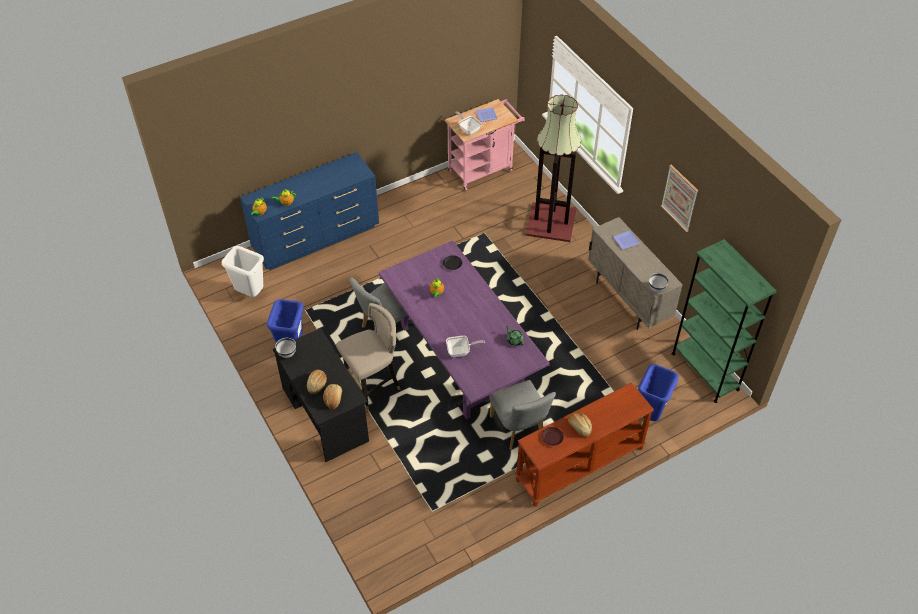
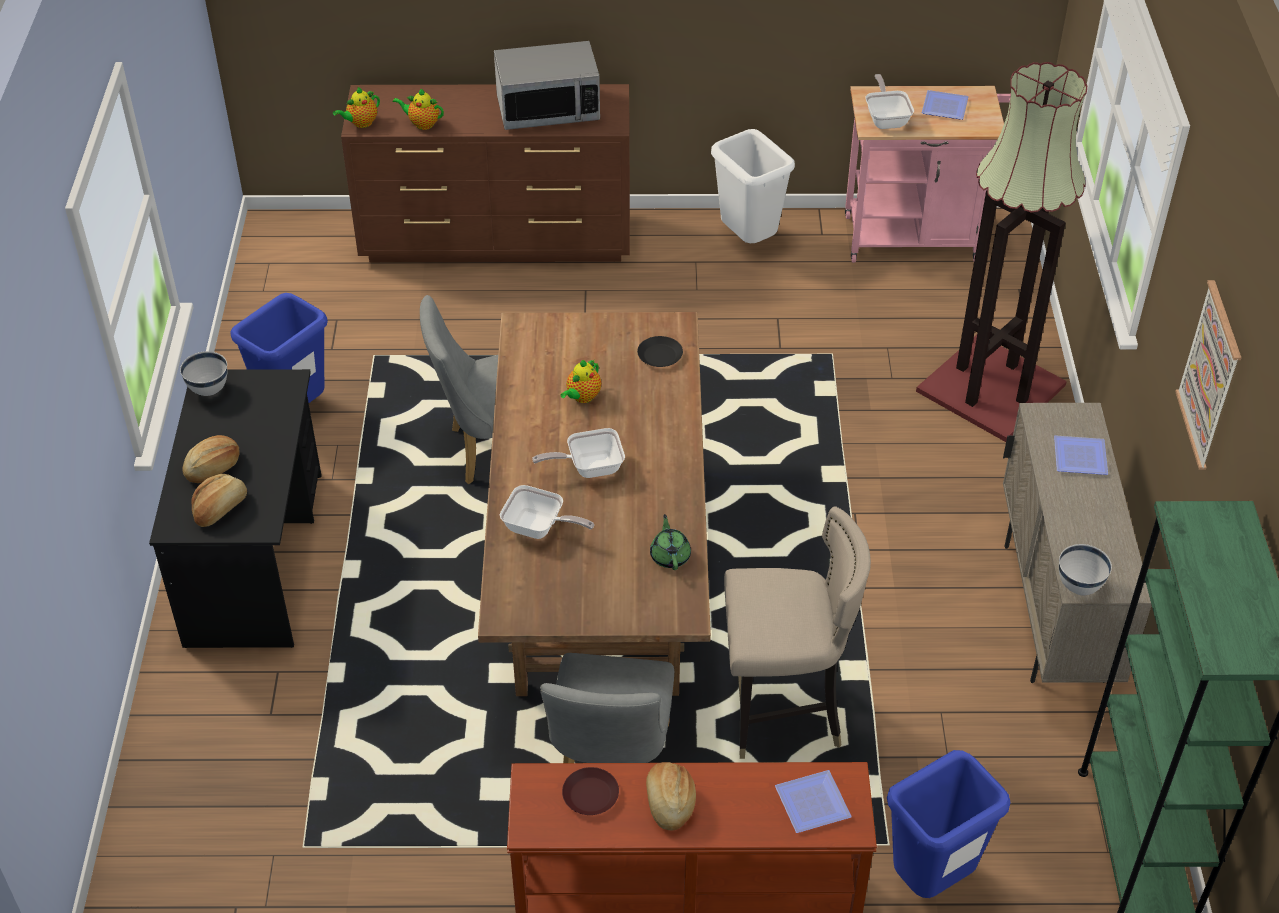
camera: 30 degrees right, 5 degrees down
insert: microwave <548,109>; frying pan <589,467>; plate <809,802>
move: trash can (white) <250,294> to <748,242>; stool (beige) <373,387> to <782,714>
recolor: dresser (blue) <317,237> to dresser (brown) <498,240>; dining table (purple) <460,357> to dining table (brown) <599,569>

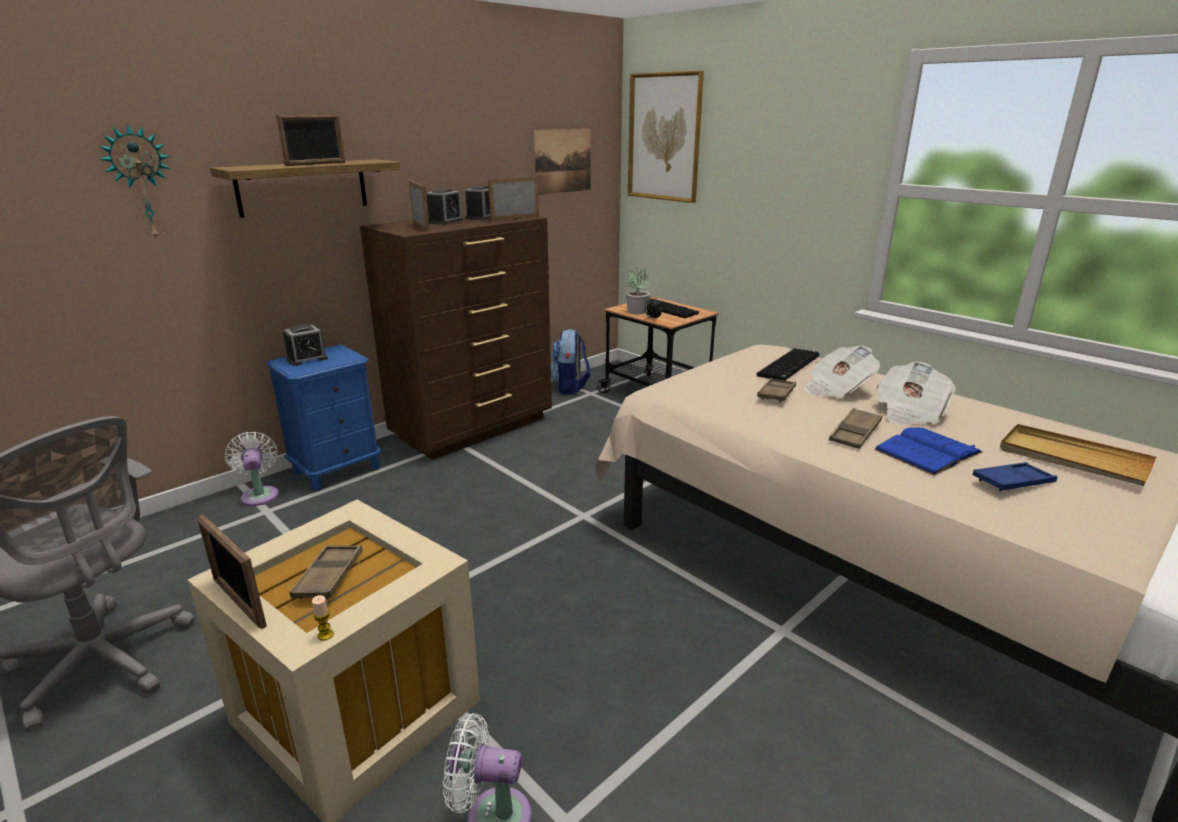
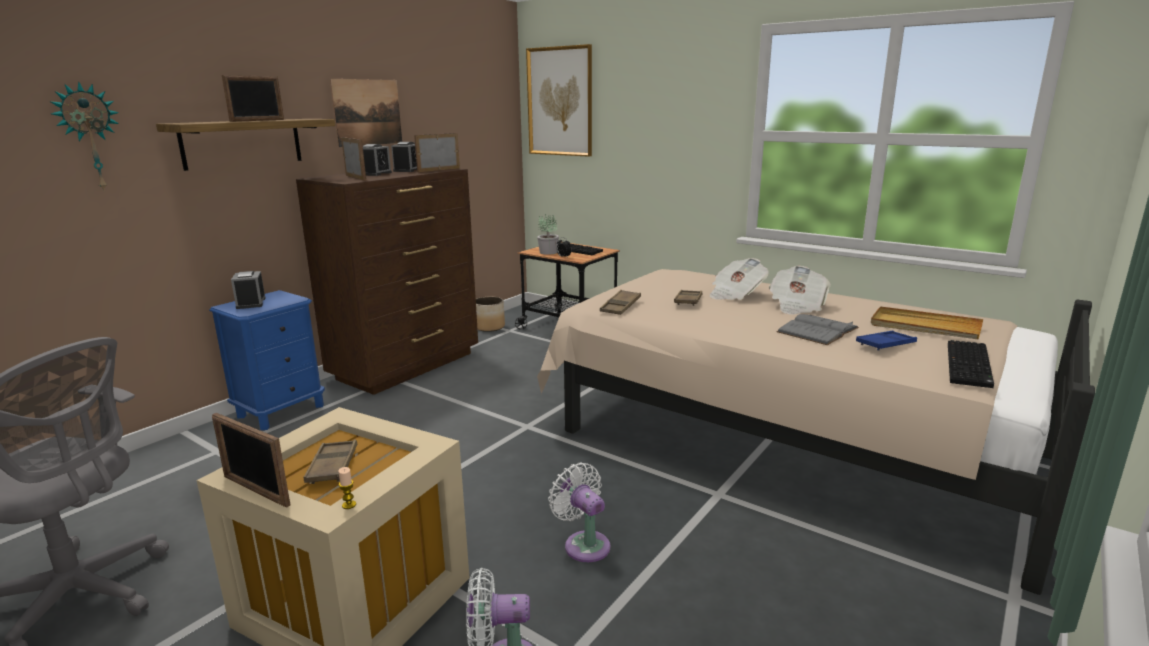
camera: 10 degrees left, 5 degrees down
move: picture <562,161> to <367,112>; fan (white) <260,494> to <584,544>; tray (brown) <855,433> to <620,306>; keyboard <790,366> to <970,365>
replace: backpack <570,387> to planter <489,327>
recolor: book (blue) <927,451> to book (grey) <817,330>
rotate: alarm clock <307,359> = <251,303> 120 degrees clockwise

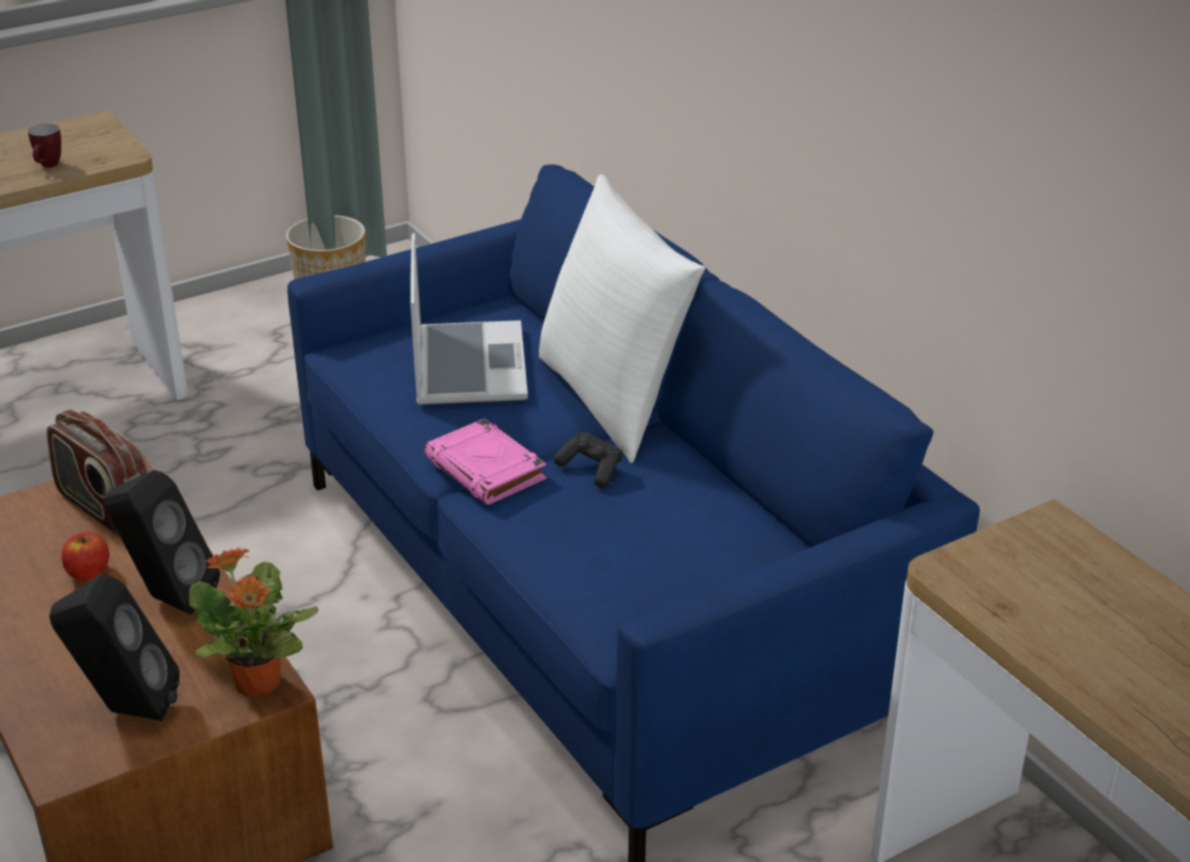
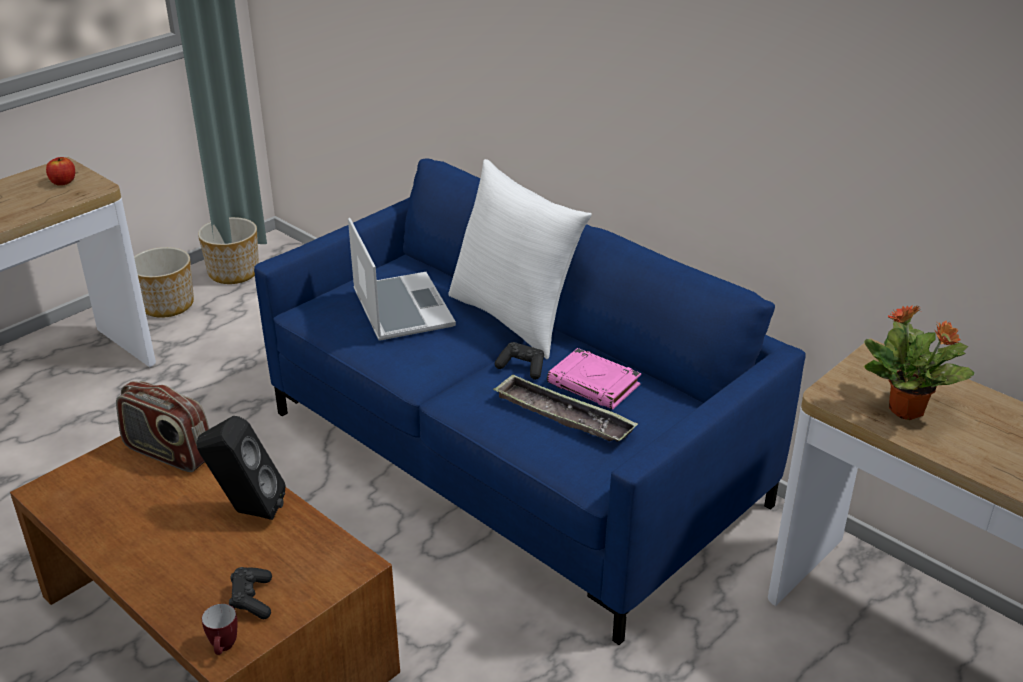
camera: 15 degrees left, 0 degrees up
insert: planter <166,305>; tray <563,416>
move: apple <88,572> to <63,182>; mug <48,166> to <224,648>; book (pink) <486,470> to <594,384>; potted plant <258,683> to <907,411>
replace: speaker (black) <125,710> to game controller (black) <252,600>

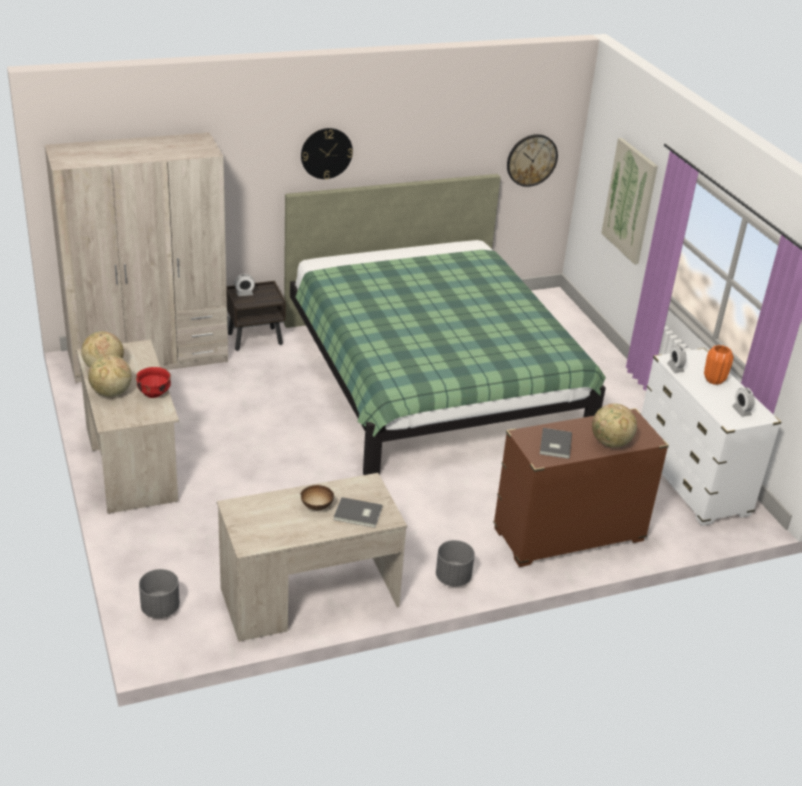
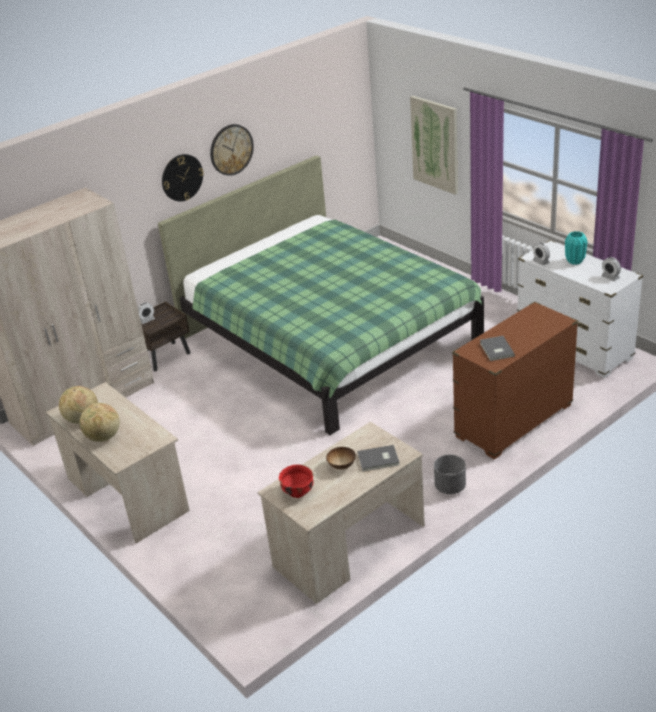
camera: 15 degrees left, 0 degrees up
delete: planter (grey) <160,608>; globe <610,443>
move: wall clock <531,160> to <231,149>; bowl (red) <154,393> to <297,491>
recolor: vase (orange) <713,380> to vase (turquoise) <574,261>

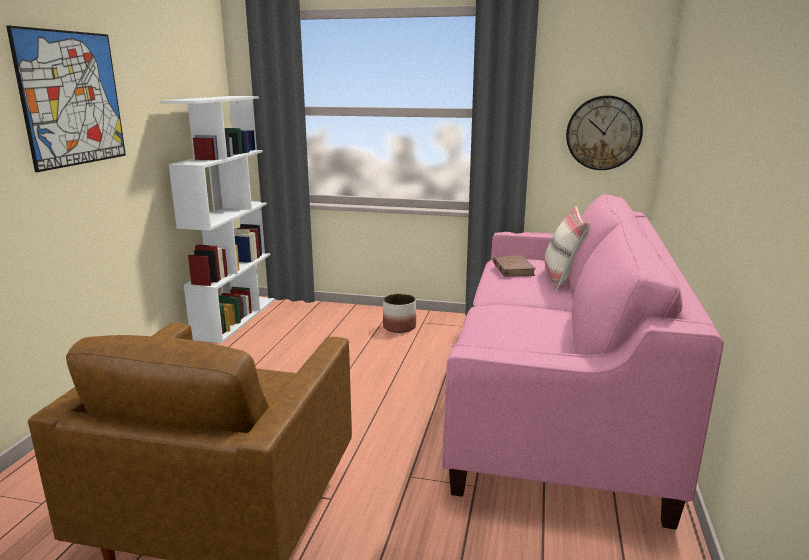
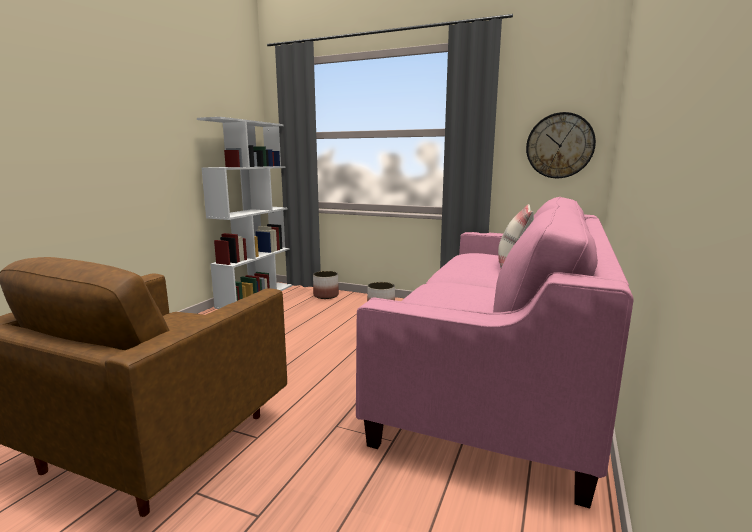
camera: 10 degrees right, 5 degrees down
delete: picture <72,99>; book (brown) <513,269>
insert: planter <326,295>

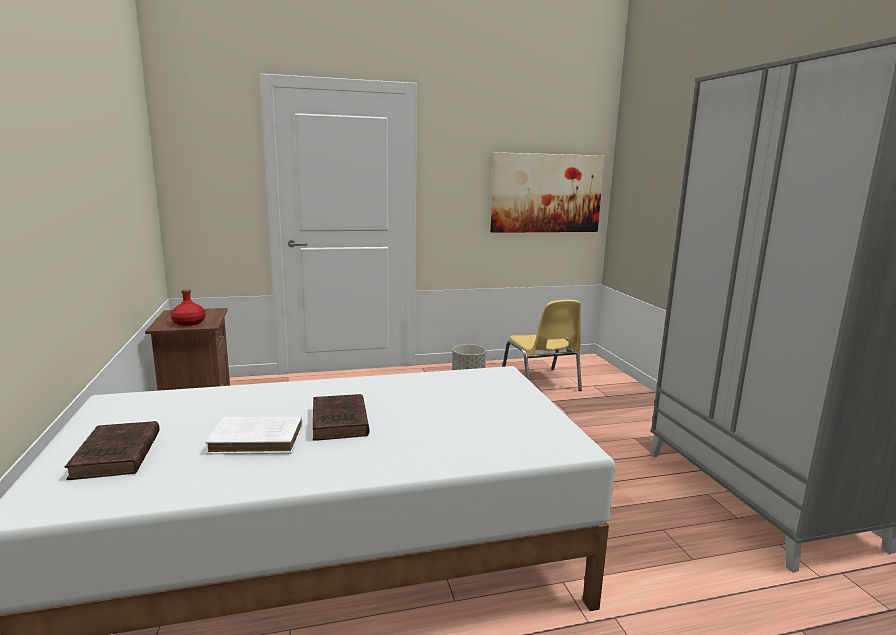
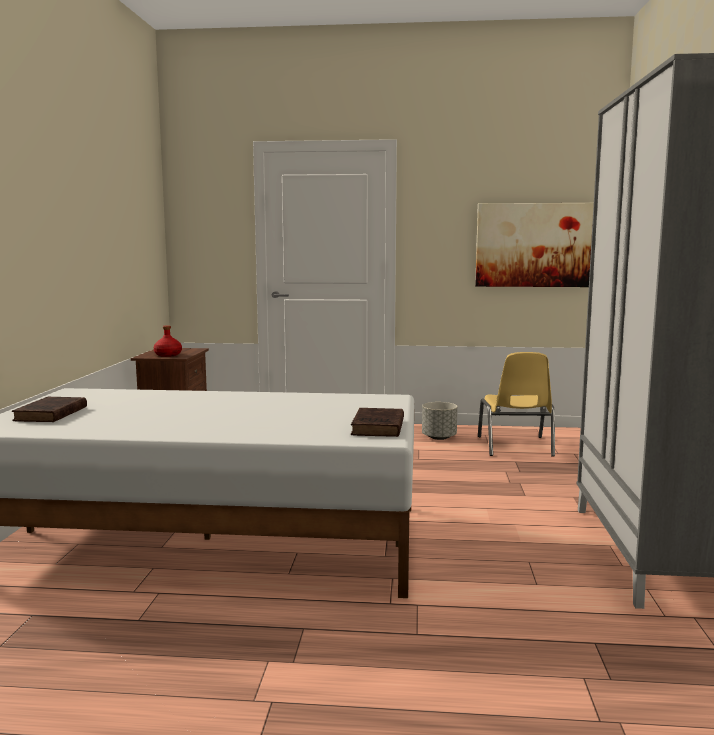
camera: 20 degrees right, 5 degrees down
delete: book (white) <259,440>
move: book (brown) <340,422> to <378,427>

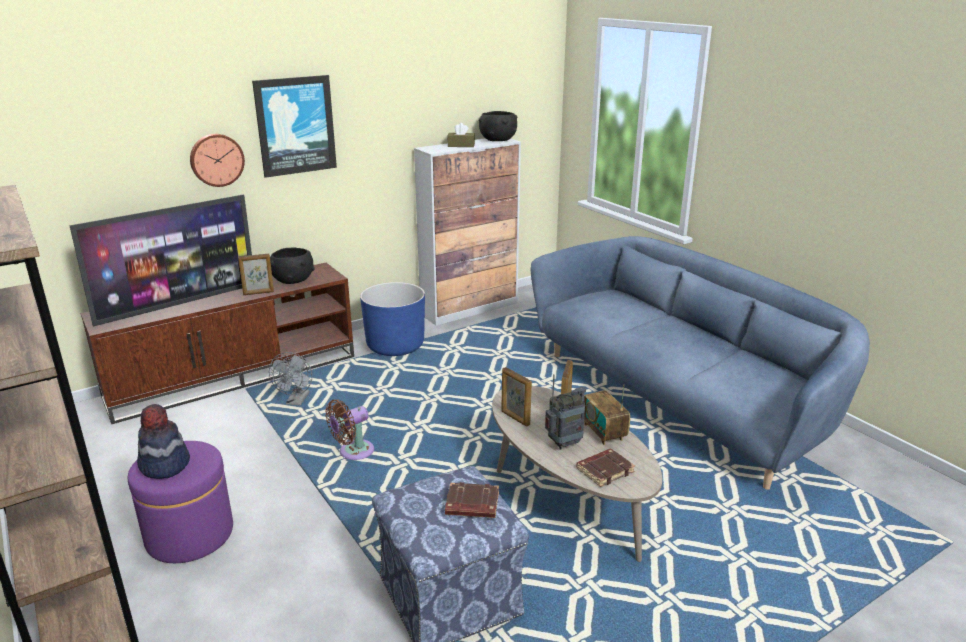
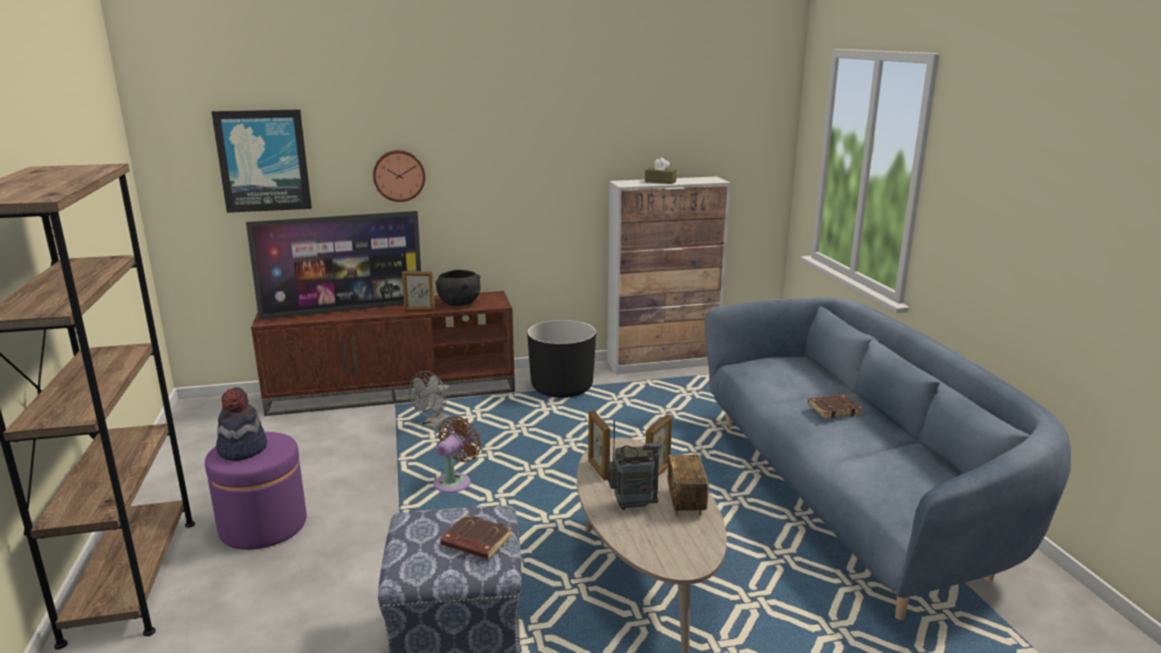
camera: 20 degrees right, 5 degrees down
delete: bowl (black) <497,140>
move: picture <295,125> to <263,161>; book (brown) <604,470> to <834,409>
recolor: planter (blue) <395,346> to planter (black) <562,388>
rotate: fan (brown) <353,452> = <455,482> 135 degrees clockwise

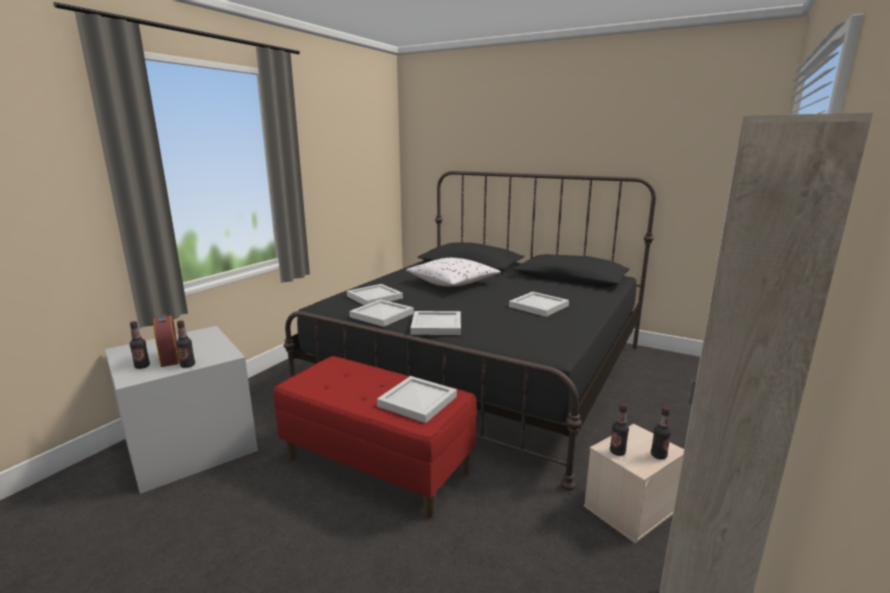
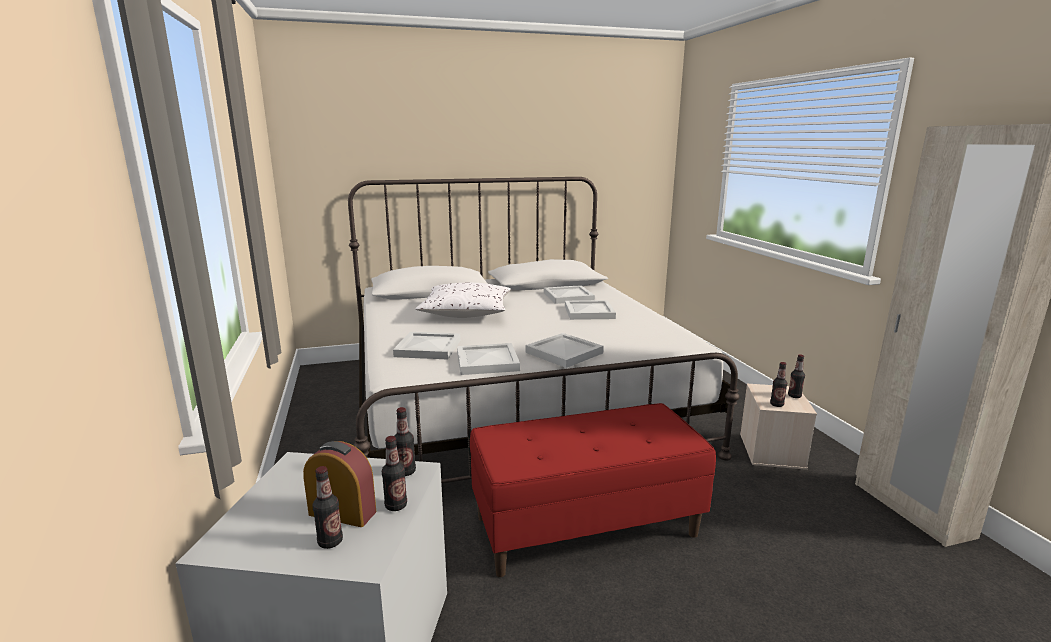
camera: 45 degrees left, 0 degrees up
insert: bottle <405,472>
move: tray (white) <416,401> to <568,297>
recolor: bed (black) <481,369> to bed (white) <512,402>

